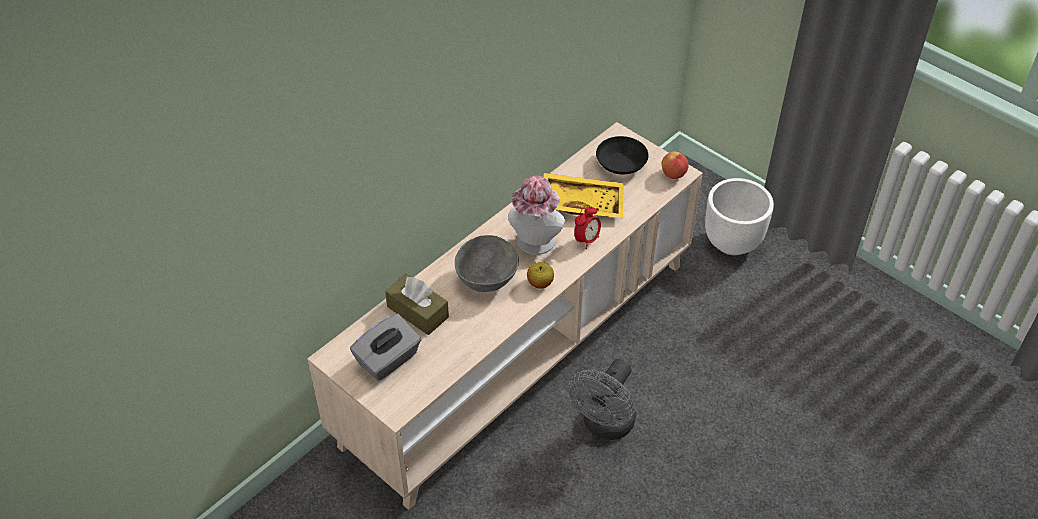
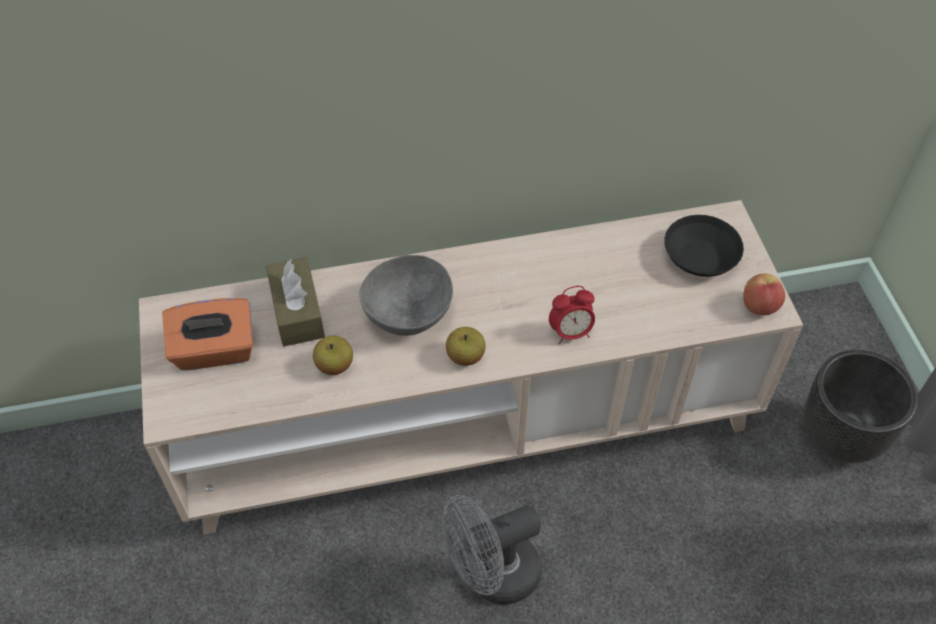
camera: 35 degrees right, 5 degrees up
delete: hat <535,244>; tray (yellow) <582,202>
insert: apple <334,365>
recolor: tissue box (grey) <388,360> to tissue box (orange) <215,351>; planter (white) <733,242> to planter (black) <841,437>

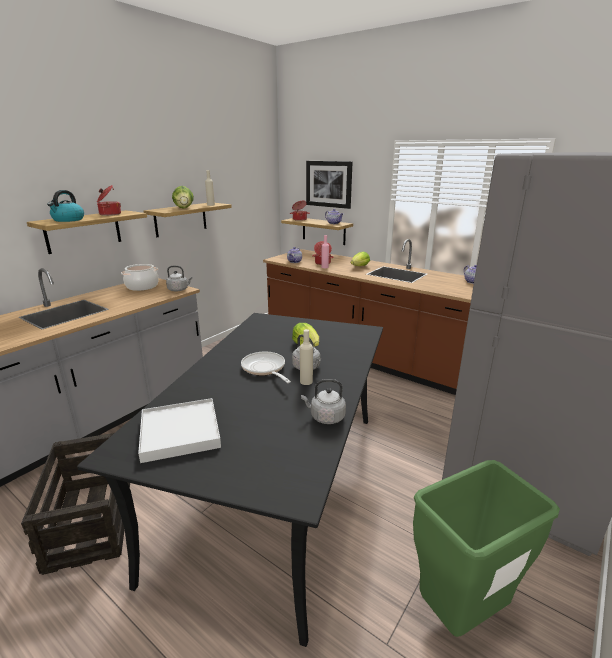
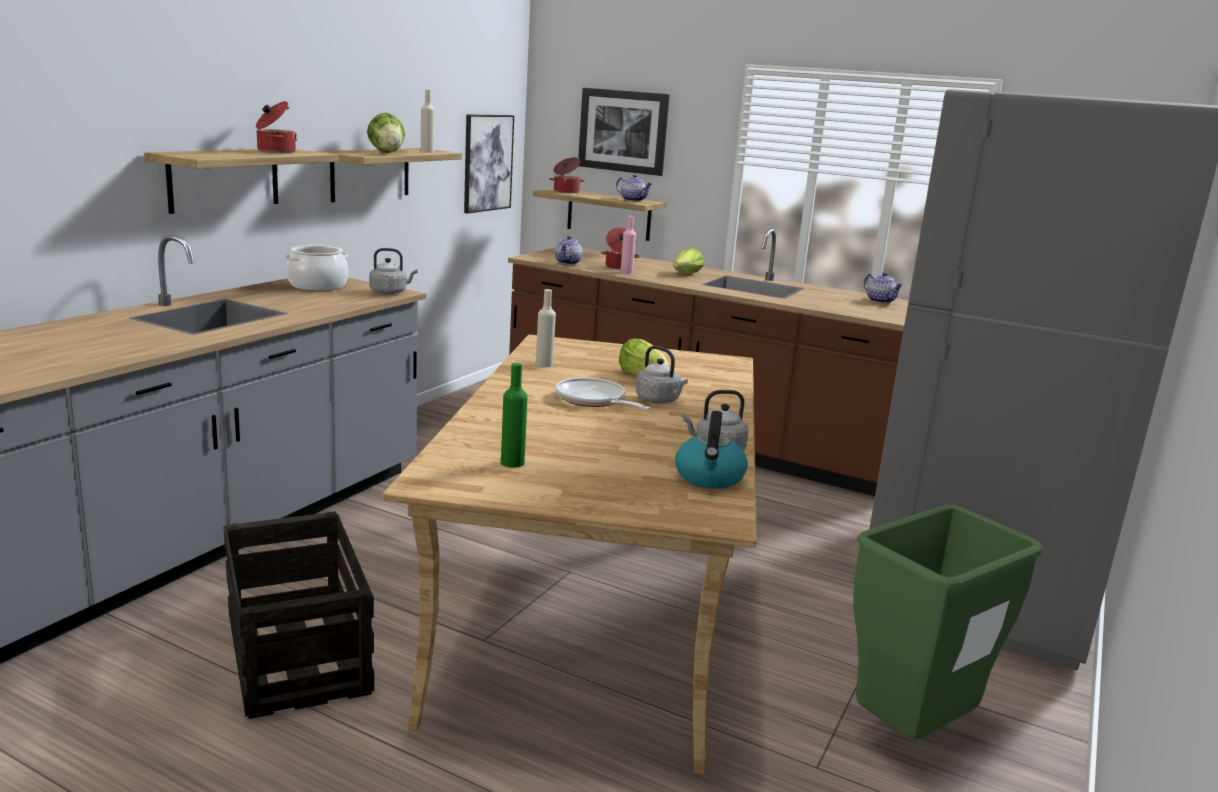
camera: 10 degrees left, 5 degrees down
insert: picture <487,163>
move: bottle (beige) <306,381> to <544,364>; kettle <68,220> to <709,478>
replace: tray (white) <180,432> to bottle (green) <512,463>
recolor: dining table (black) <276,485> to dining table (beige) <595,605>

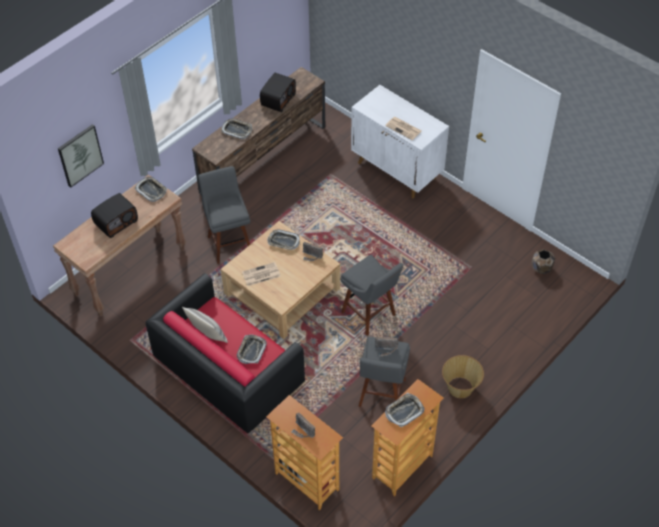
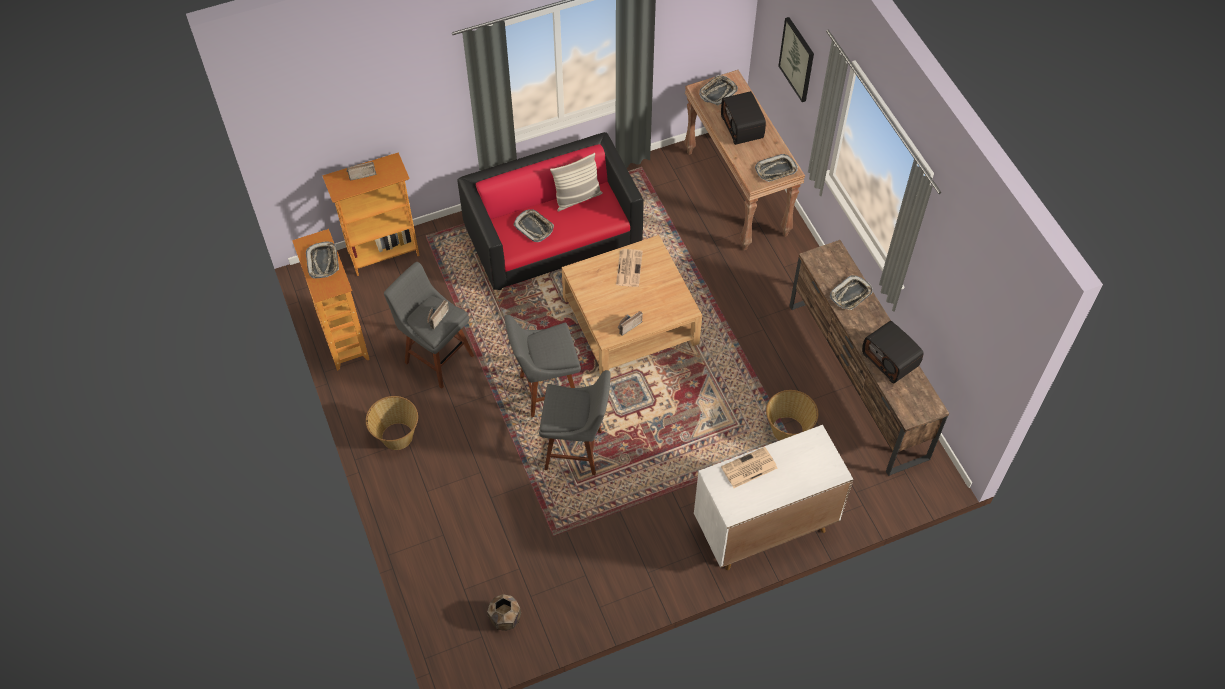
camera: 115 degrees right, 5 degrees up
insert: basket <788,430>
move: stool (grey) <229,243> to <577,451>; tray <283,241> to <718,92>

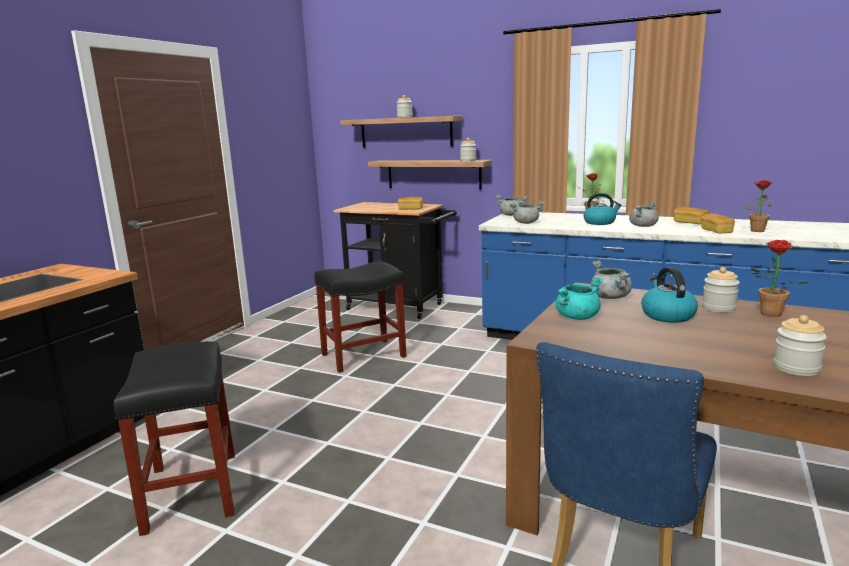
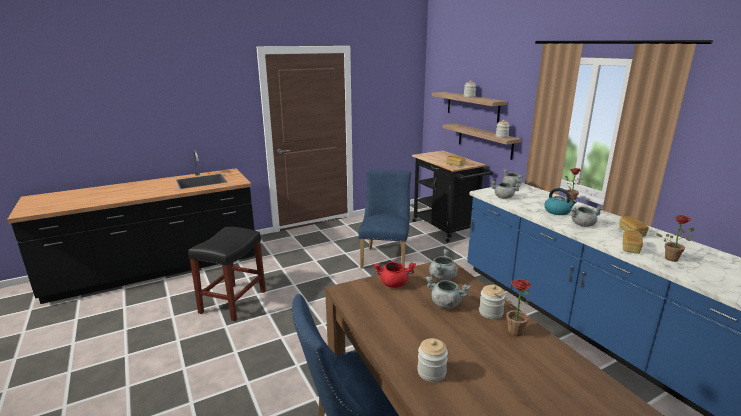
camera: 35 degrees right, 5 degrees up
replace: stool (black) <364,355> to chair (blue) <385,257>; kettle <667,315> to cooking pot (grey) <445,304>
recolor: cooking pot (turquoise) <577,317> to cooking pot (red) <394,284>

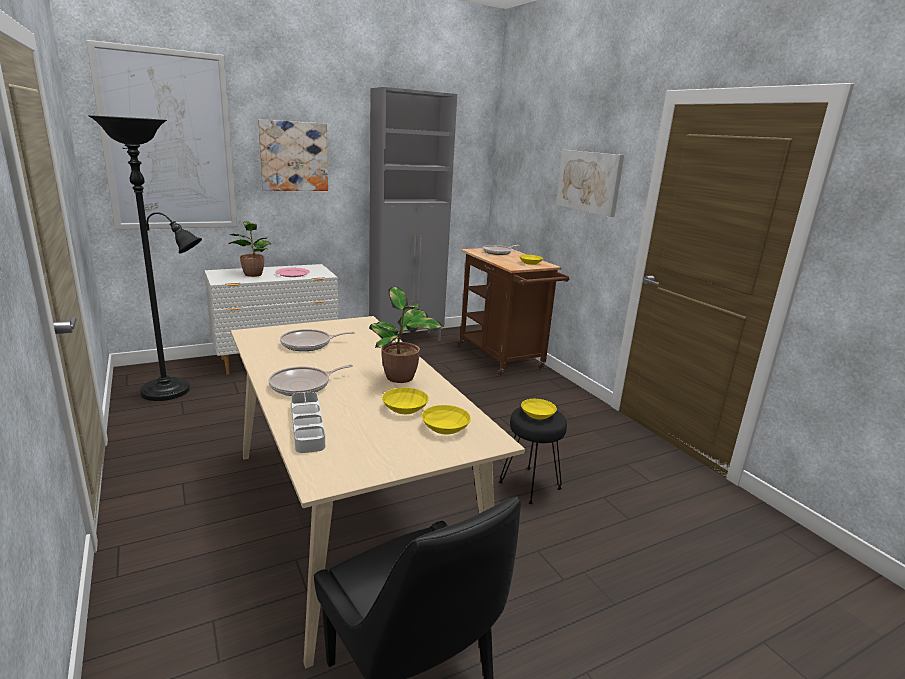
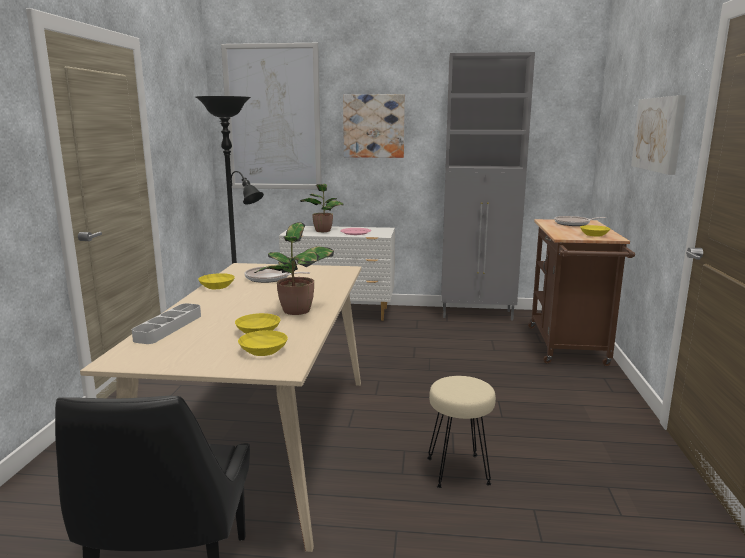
camera: 35 degrees right, 5 degrees down
delete: frying pan <303,385>
move: bowl (yellow) <538,415> to <217,287>
recolor: stool (black) <530,485> to stool (beige) <459,471>

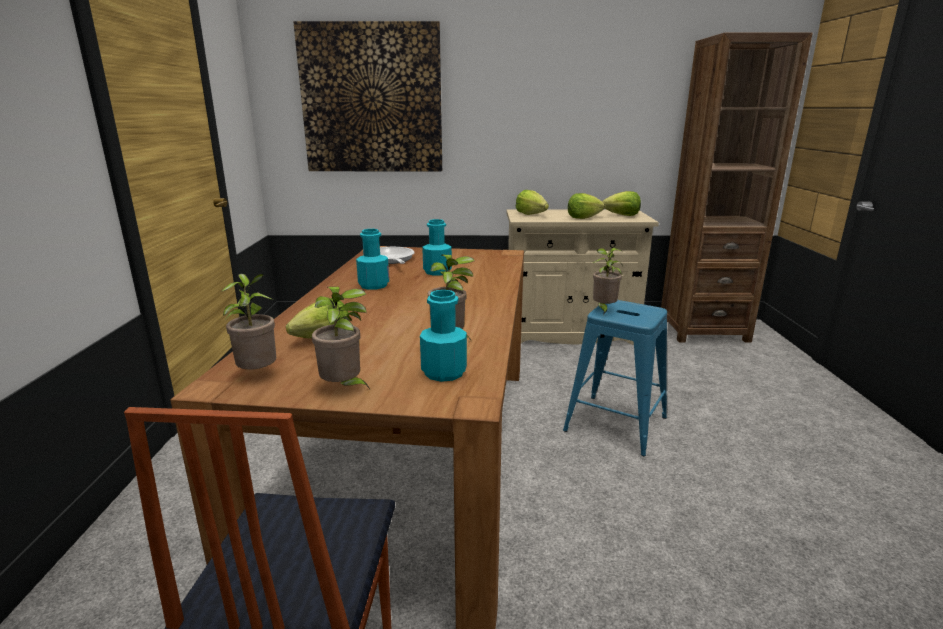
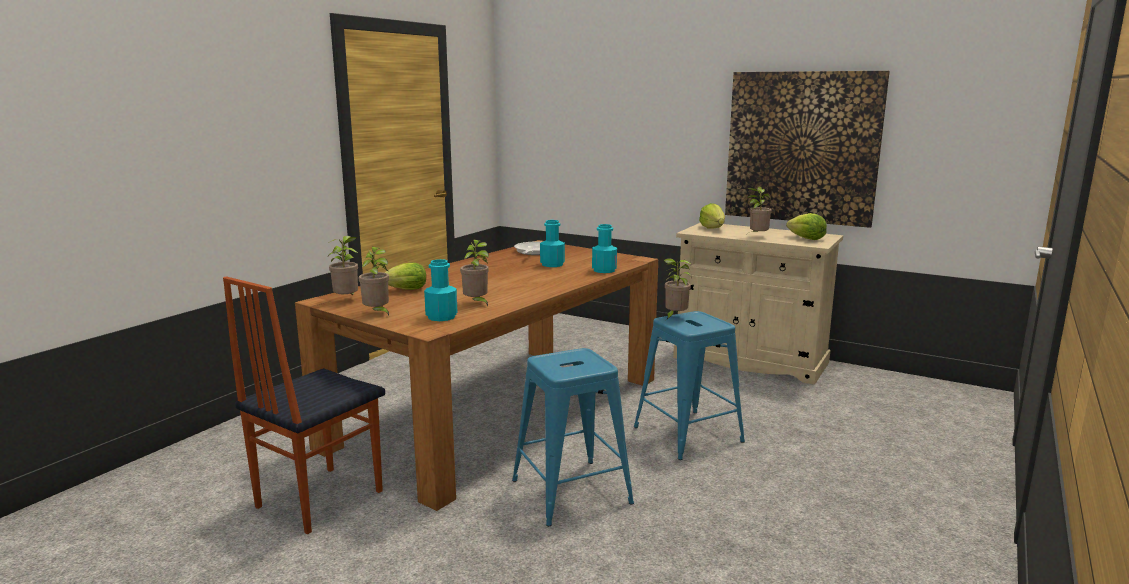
camera: 30 degrees right, 5 degrees down
delete: bookcase (brown) <703,330>
insert: stool (blue) <571,492>
move: bottle (turquoise) <373,285> to <604,270>; picture <372,99> to <802,147>
replace: lettuce <583,217> to potted plant <757,236>

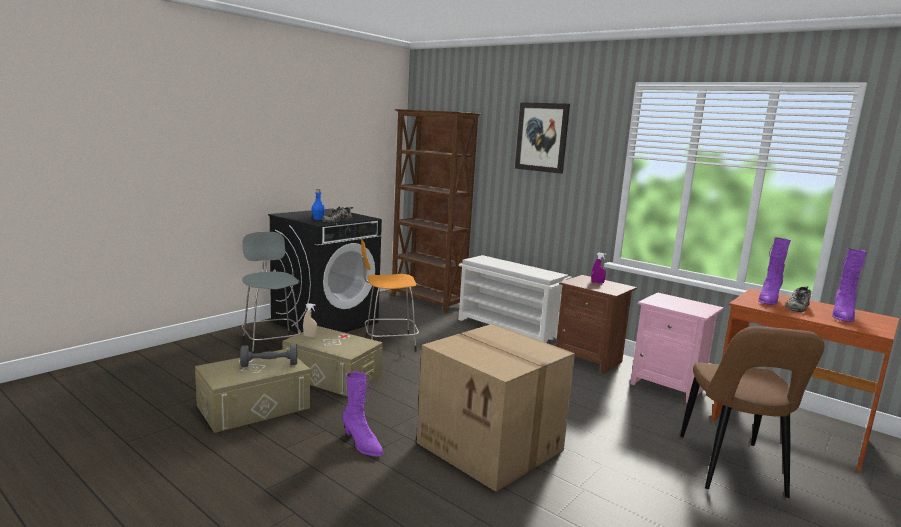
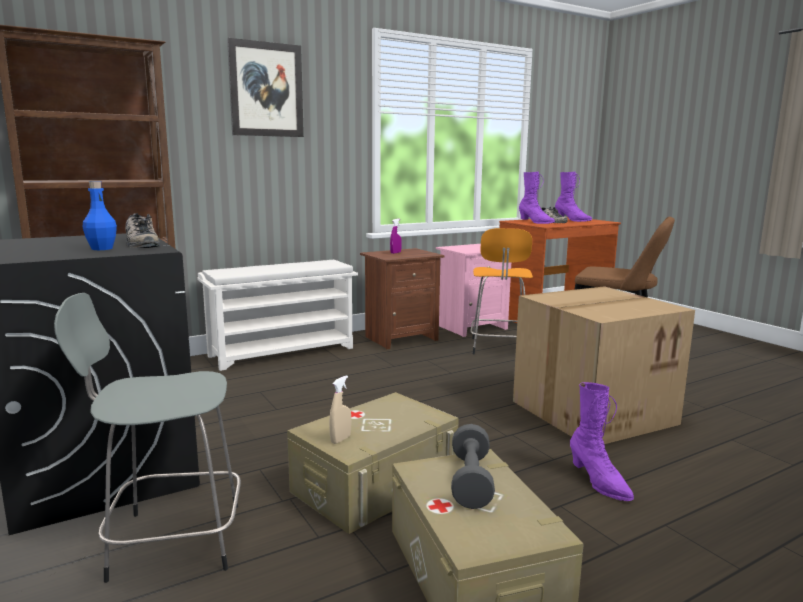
camera: 70 degrees left, 0 degrees up
move: stool (orange) <387,343> to <498,348>
rotate: boot (purple) <362,444> = <598,482> 90 degrees clockwise

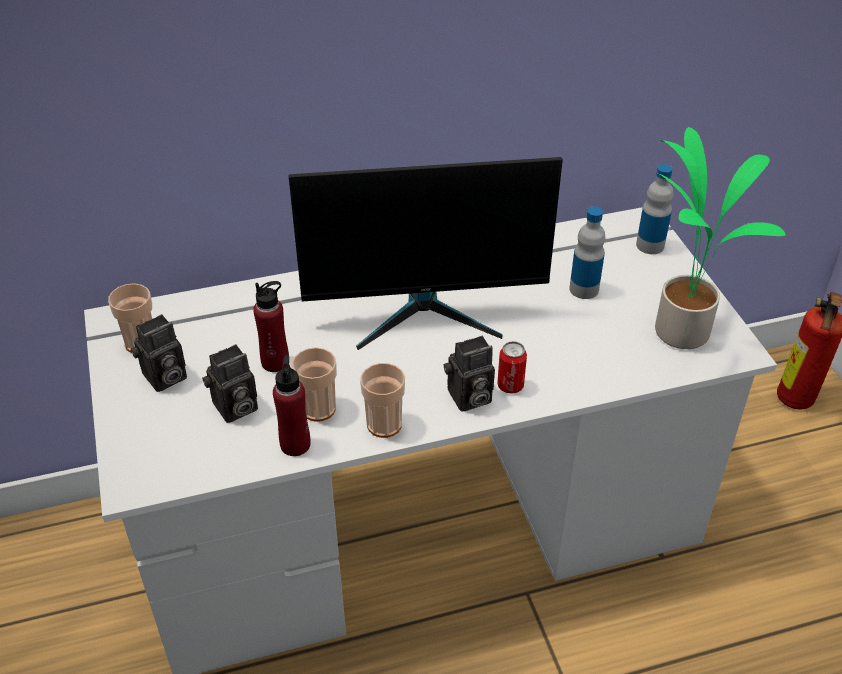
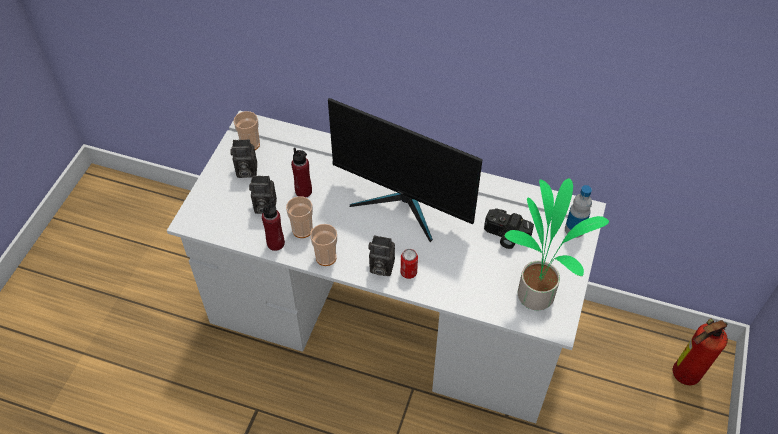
camera: 35 degrees right, 10 degrees up
replace: bottle <584,289> to photo camera <505,237>

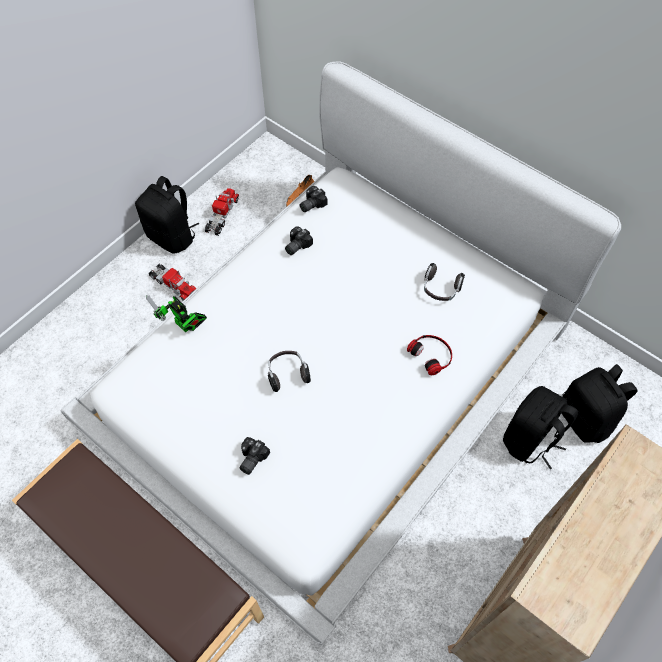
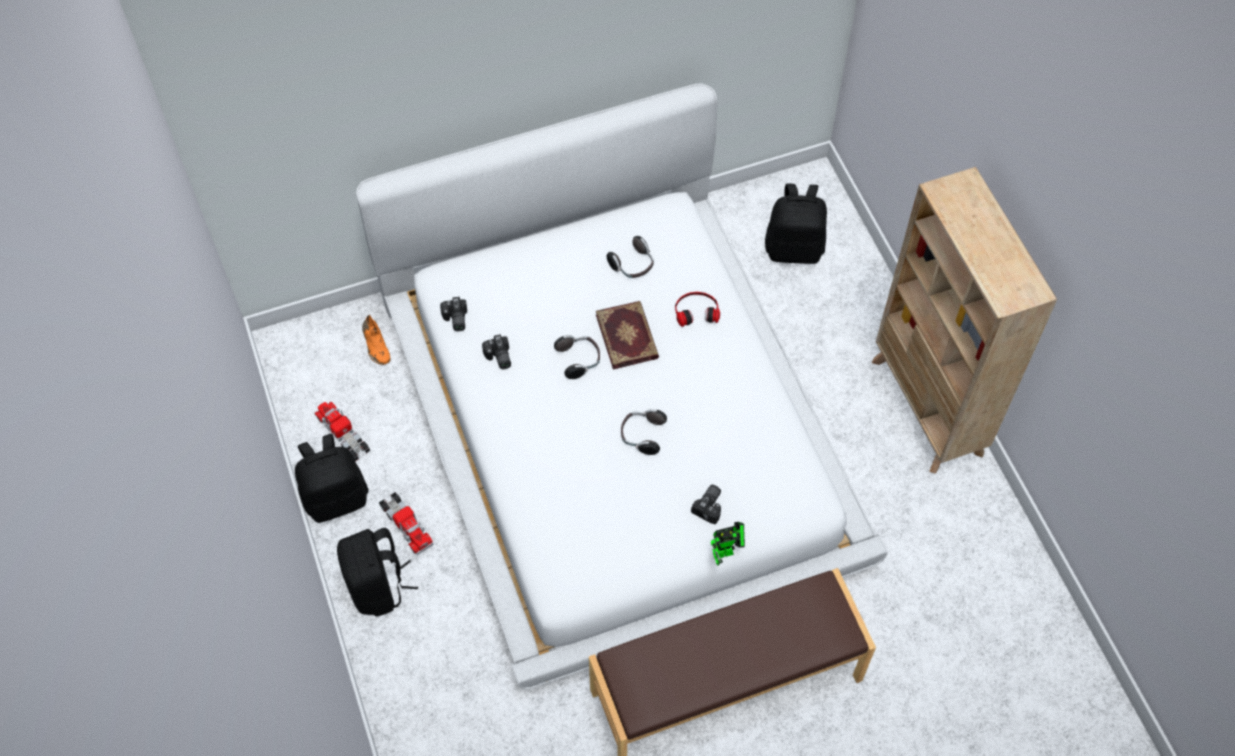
camera: 60 degrees left, 0 degrees up
insert: headphones <579,360>; book <628,336>
move: backpack (black) <530,440> to <378,587>; toy robot <185,327> to <726,552>
rotate: toy truck <174,285> = <406,525> 75 degrees clockwise; photo camera <251,459> = <710,506> 120 degrees counterclockwise

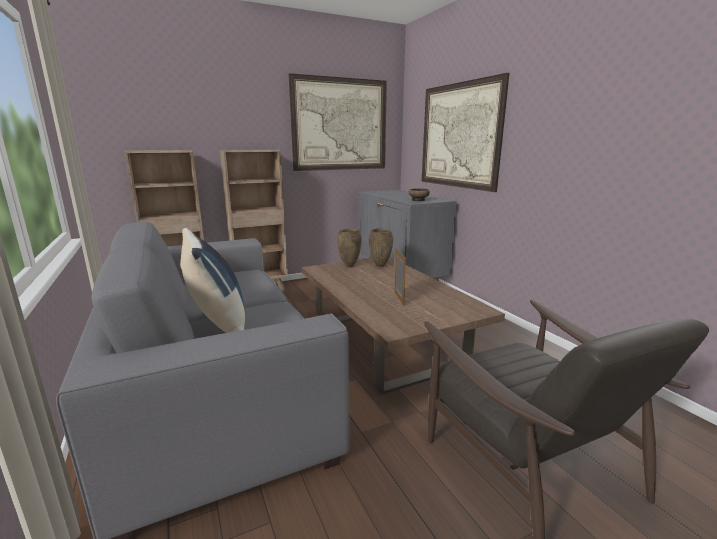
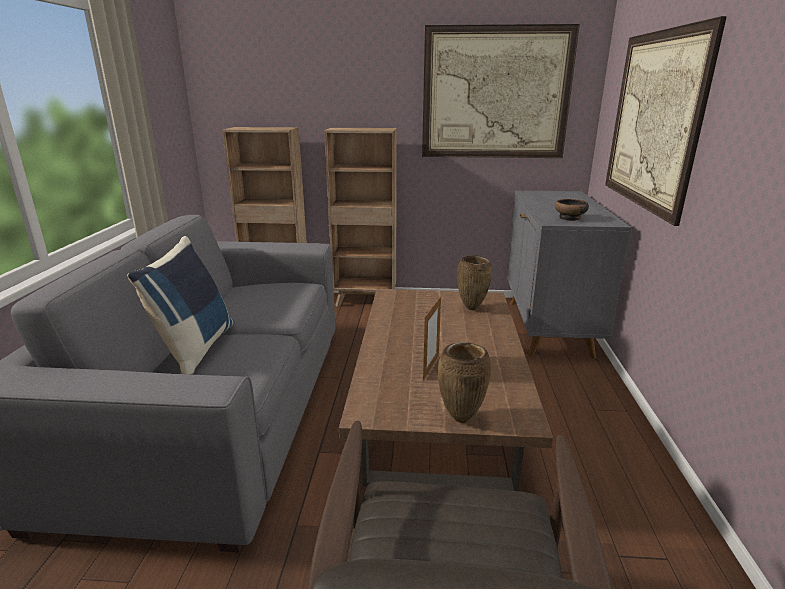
camera: 30 degrees right, 5 degrees up
move: vase (brown) <349,266> to <460,418>

